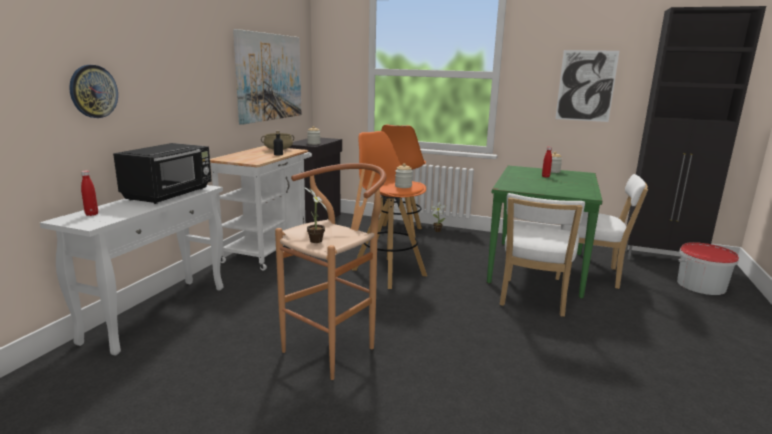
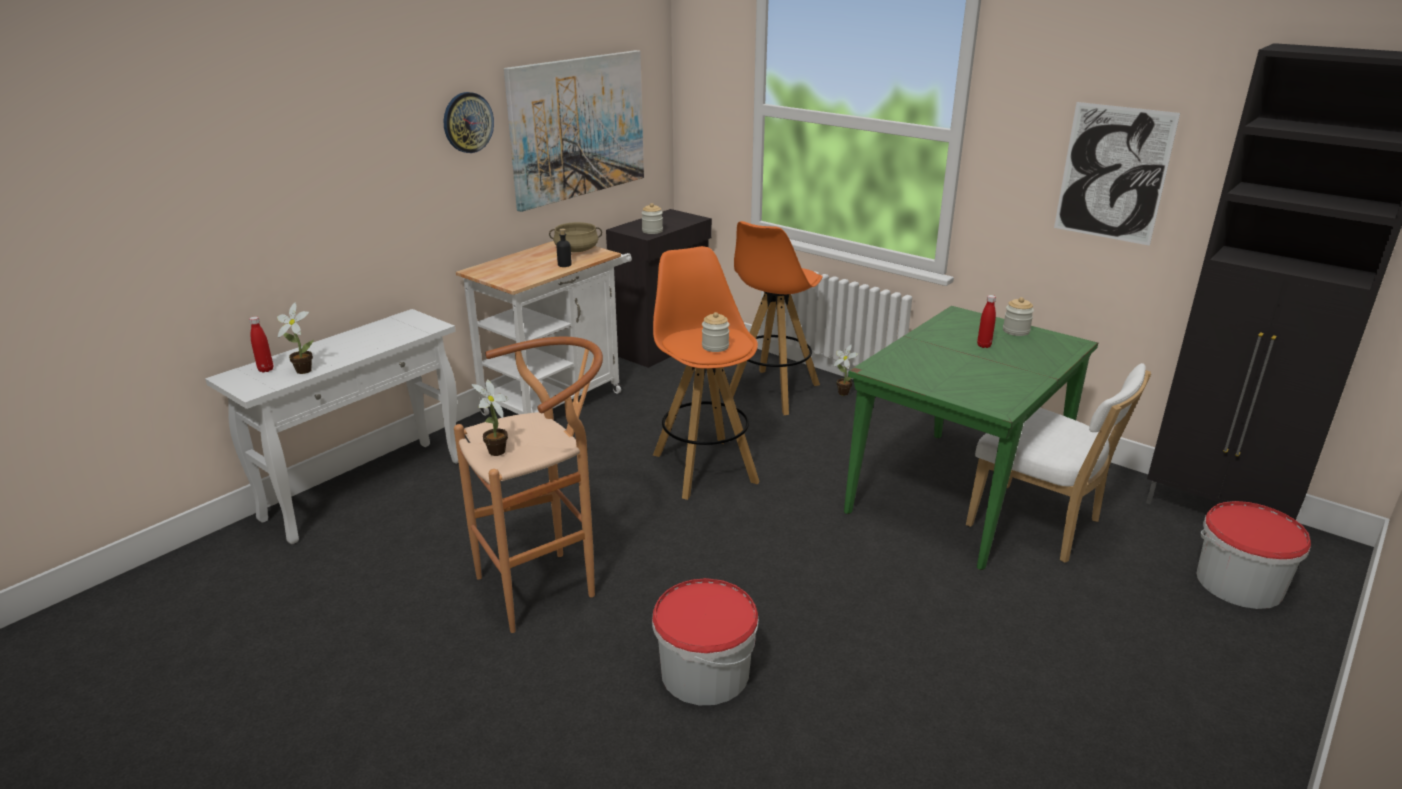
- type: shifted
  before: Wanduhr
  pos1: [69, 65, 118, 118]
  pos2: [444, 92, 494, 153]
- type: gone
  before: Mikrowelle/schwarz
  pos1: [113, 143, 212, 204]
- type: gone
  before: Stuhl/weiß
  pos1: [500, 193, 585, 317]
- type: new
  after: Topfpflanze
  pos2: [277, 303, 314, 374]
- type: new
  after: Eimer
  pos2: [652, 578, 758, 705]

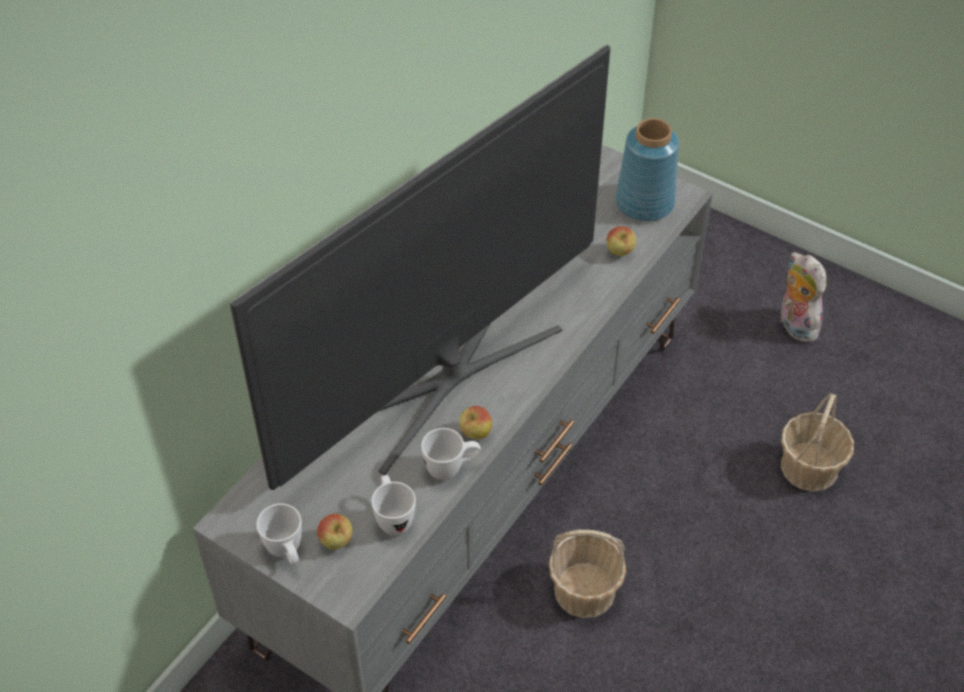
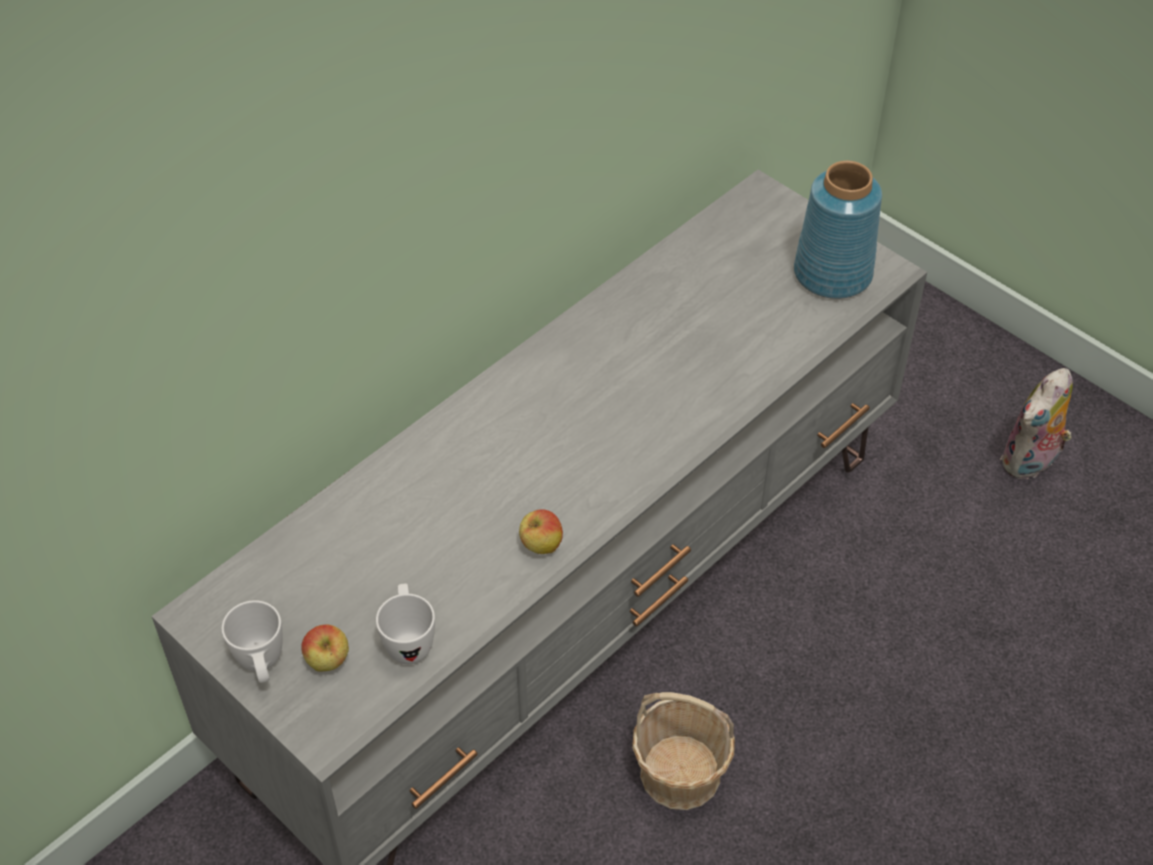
- type: gone
  before: Fernseher
  pos1: [230, 45, 610, 490]
- type: gone
  before: Apfel
  pos1: [607, 226, 636, 256]
- type: rotated
  before: Plüschtier
  pos1: [780, 252, 827, 342]
  pos2: [1000, 368, 1073, 479]
  turn: -120
- type: gone
  before: Korb
  pos1: [781, 393, 854, 492]
- type: gone
  before: Henkelbecher/weiß
  pos1: [421, 428, 481, 480]

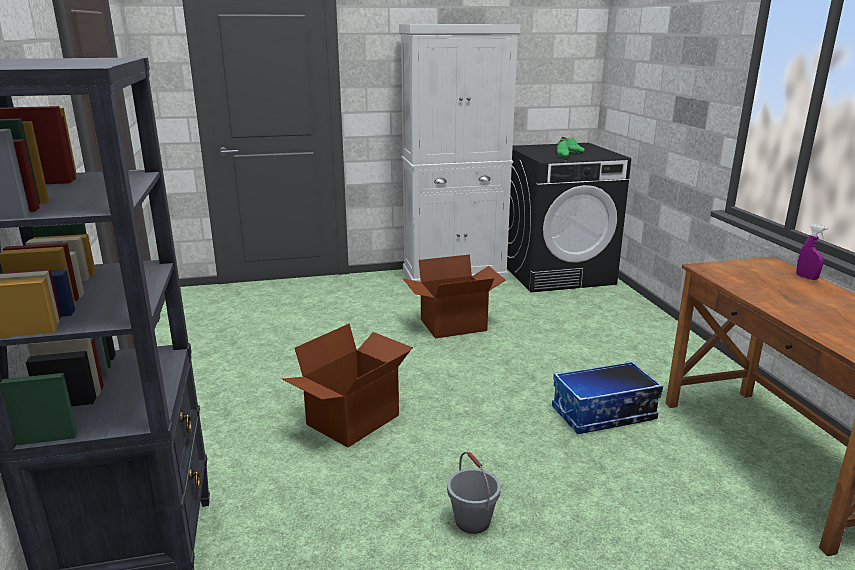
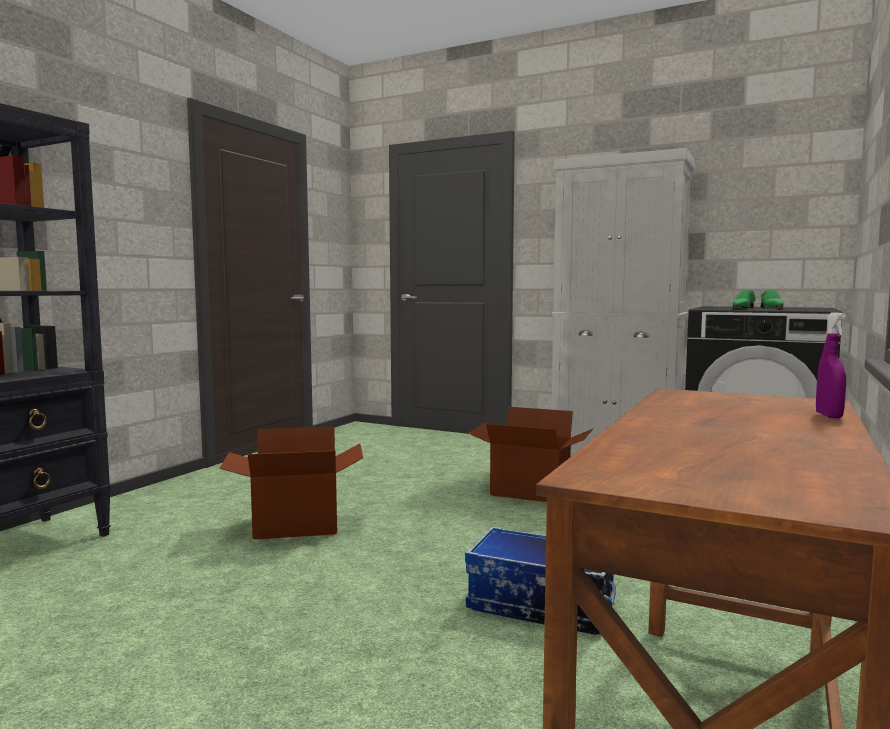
- type: gone
  before: Eimer/grau
  pos1: [447, 451, 501, 534]

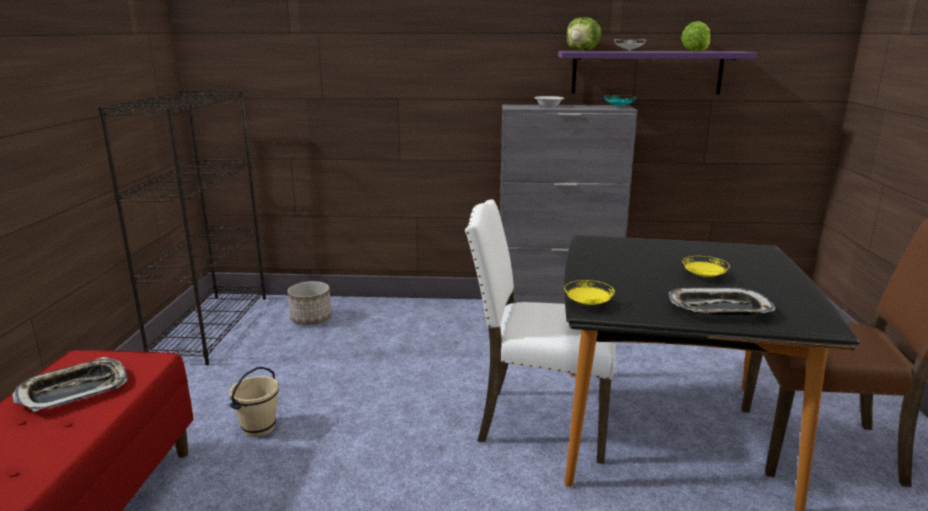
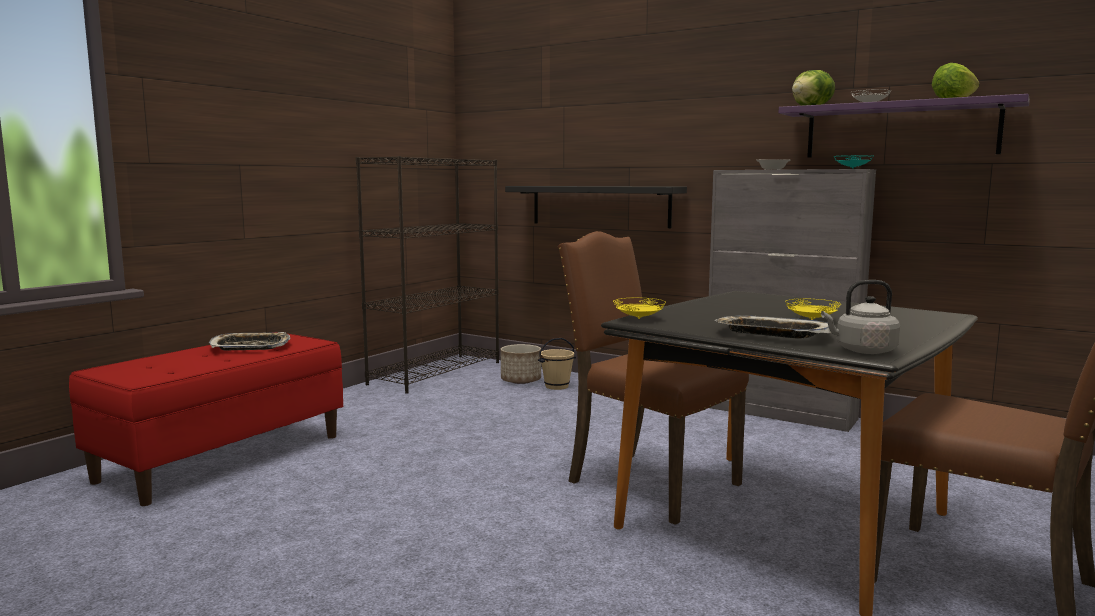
- type: repainted
  before: Stuhl/weiß
  after: Stuhl/braun
  pos1: [465, 199, 616, 464]
  pos2: [558, 231, 749, 525]
- type: shifted
  before: Eimer/beige
  pos1: [229, 367, 279, 437]
  pos2: [538, 338, 576, 390]
- type: new
  after: Wandregal/schwarz
  pos2: [505, 186, 687, 228]
- type: new
  after: Wasserkessel/grau
  pos2: [821, 280, 900, 354]

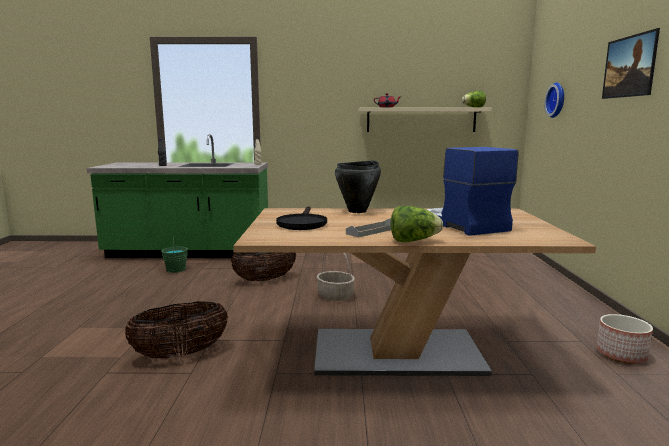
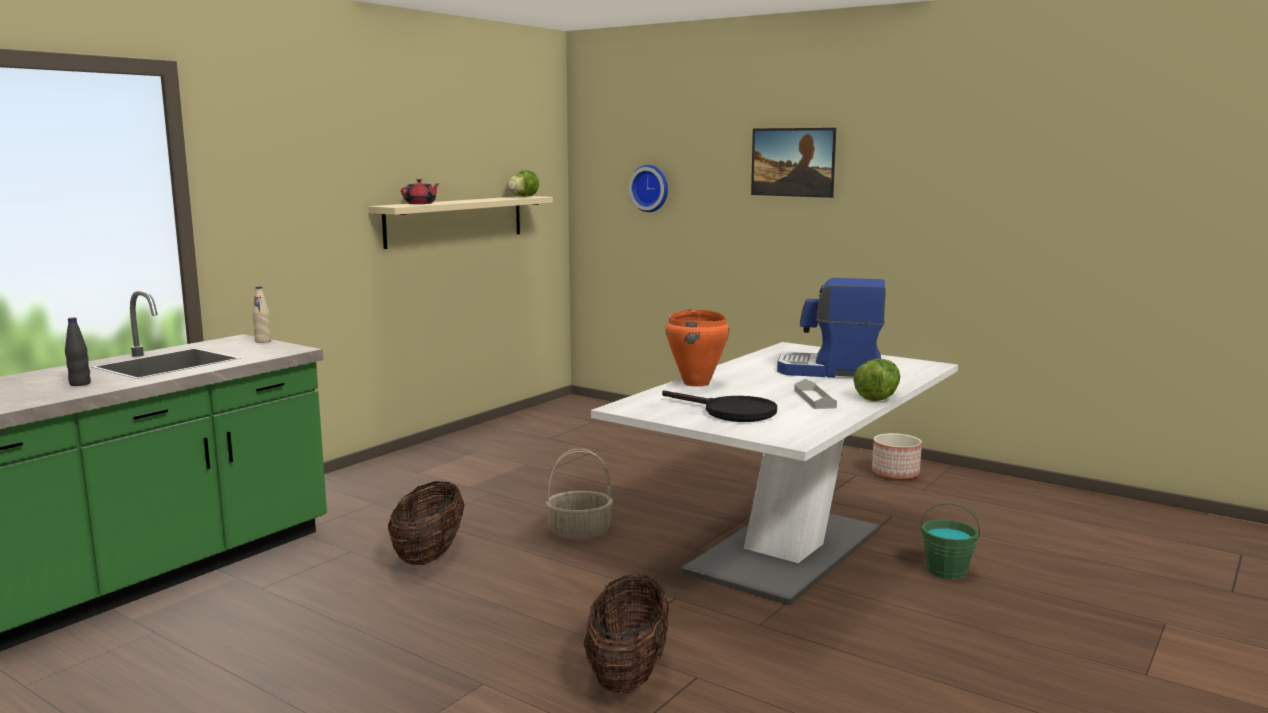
- type: repainted
  before: Kochtopf/schwarz
  after: Kochtopf/orange
  pos1: [335, 161, 381, 213]
  pos2: [665, 309, 729, 387]
- type: repainted
  before: Esstisch/braun
  after: Esstisch/weiß
  pos1: [233, 208, 596, 376]
  pos2: [591, 342, 958, 606]
- type: shifted
  before: Eimer/grün
  pos1: [161, 237, 188, 273]
  pos2: [921, 503, 980, 579]

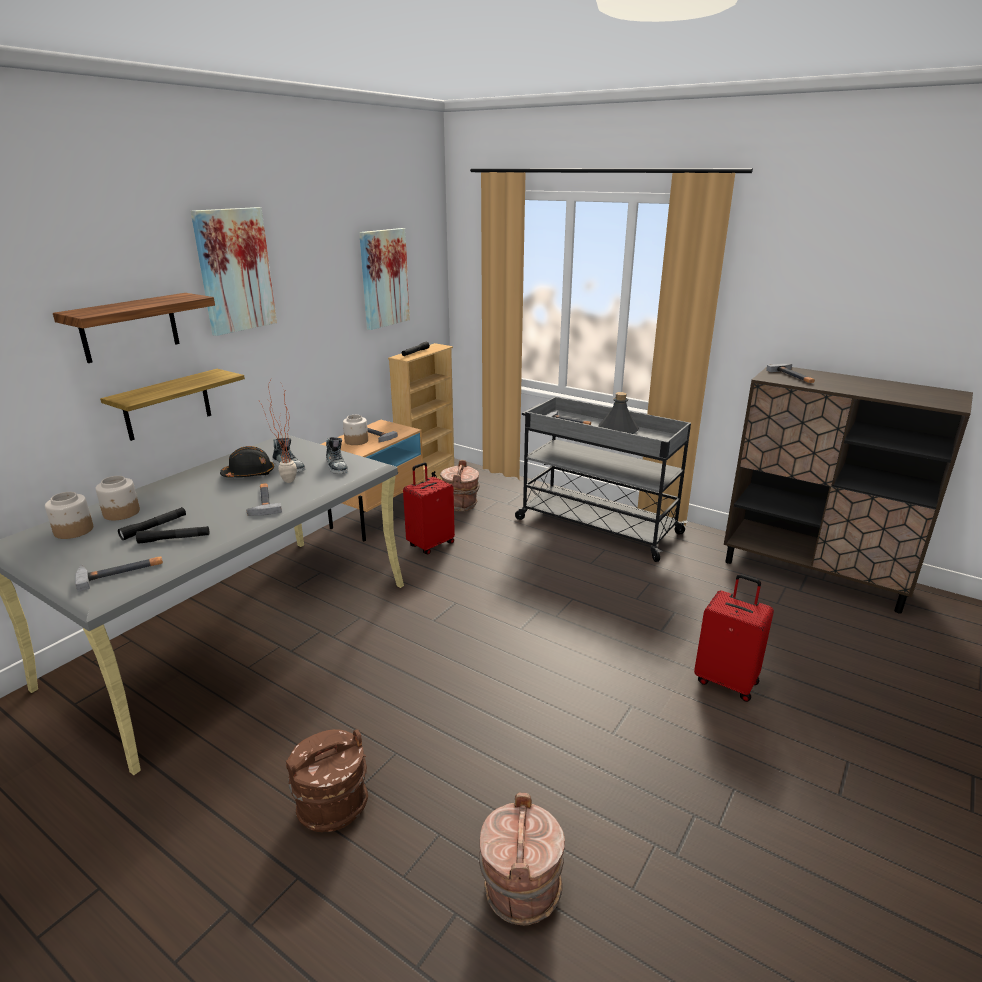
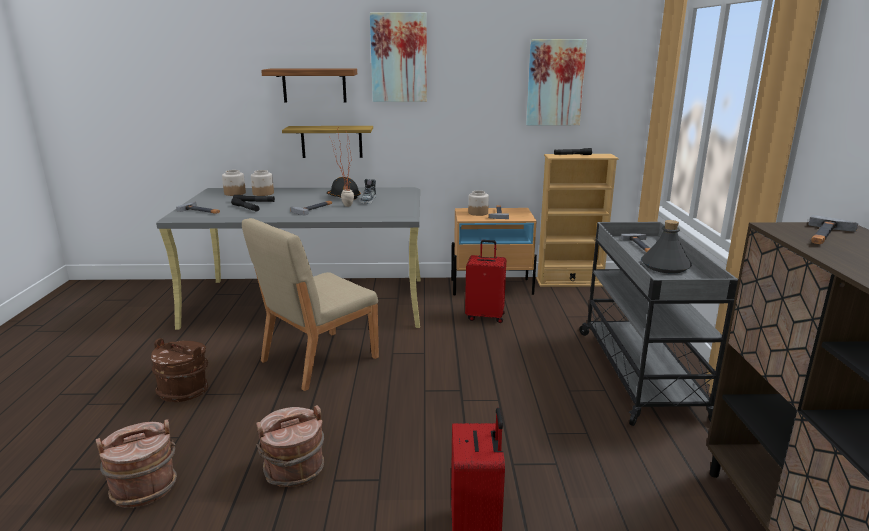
- type: gone
  before: Schuh
  pos1: [326, 437, 348, 474]
- type: shifted
  before: Eimer/braun
  pos1: [440, 460, 479, 512]
  pos2: [256, 405, 324, 487]
- type: new
  after: Stuhl/beige
  pos2: [242, 218, 379, 391]

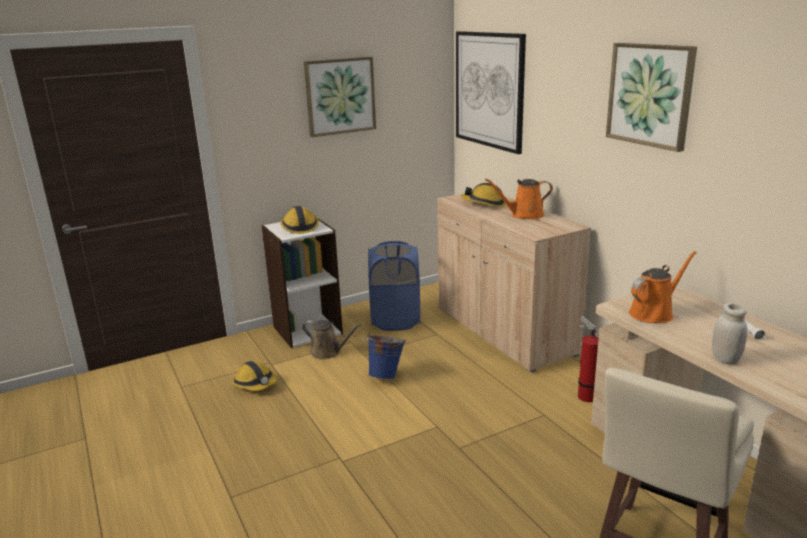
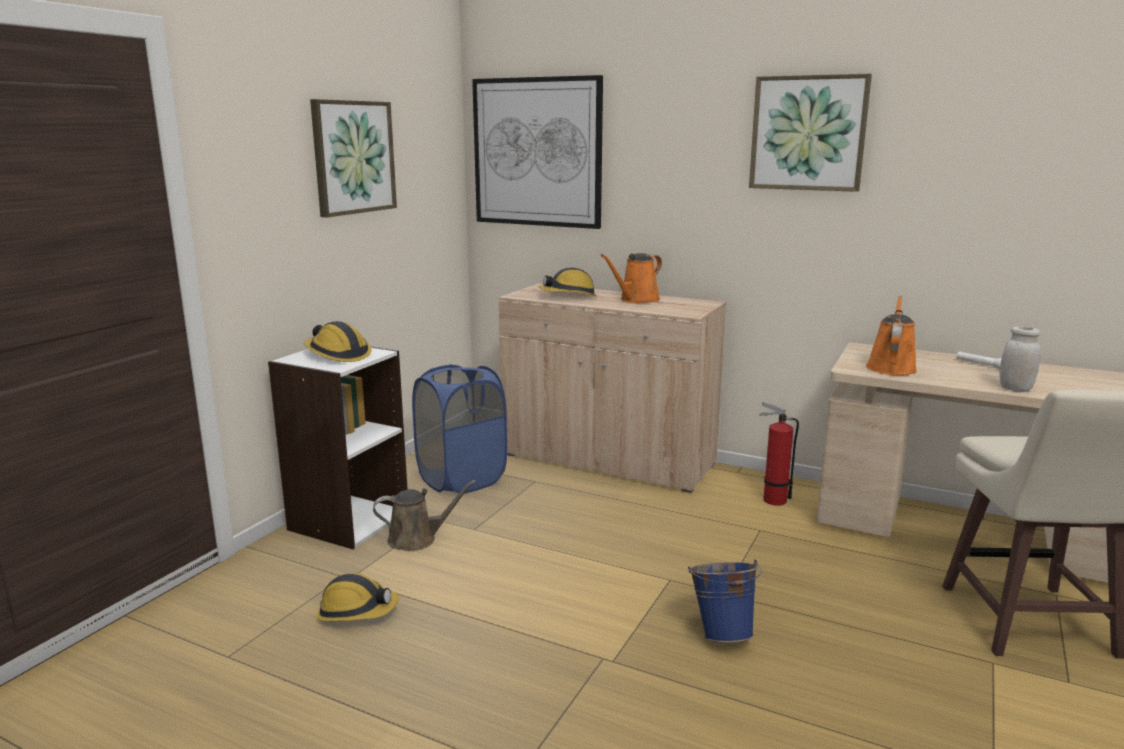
- type: shifted
  before: Eimer/blau
  pos1: [365, 333, 406, 380]
  pos2: [688, 560, 761, 642]

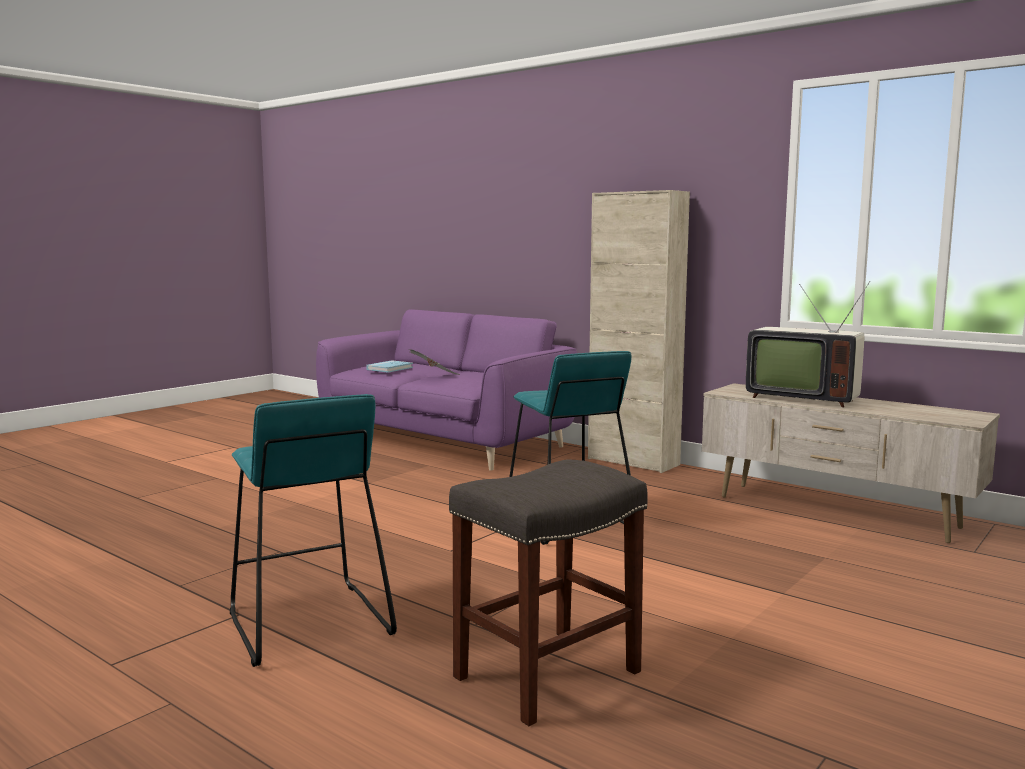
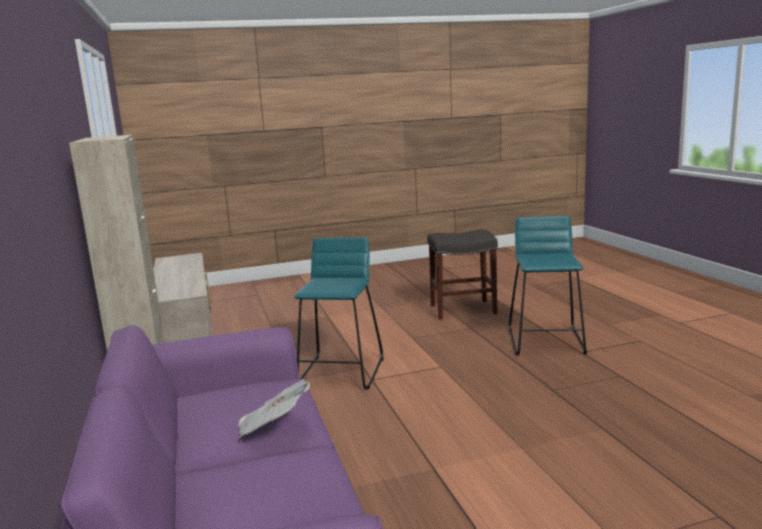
- type: gone
  before: Fernseher
  pos1: [746, 281, 871, 407]
- type: gone
  before: Buch/blau
  pos1: [366, 360, 413, 373]

